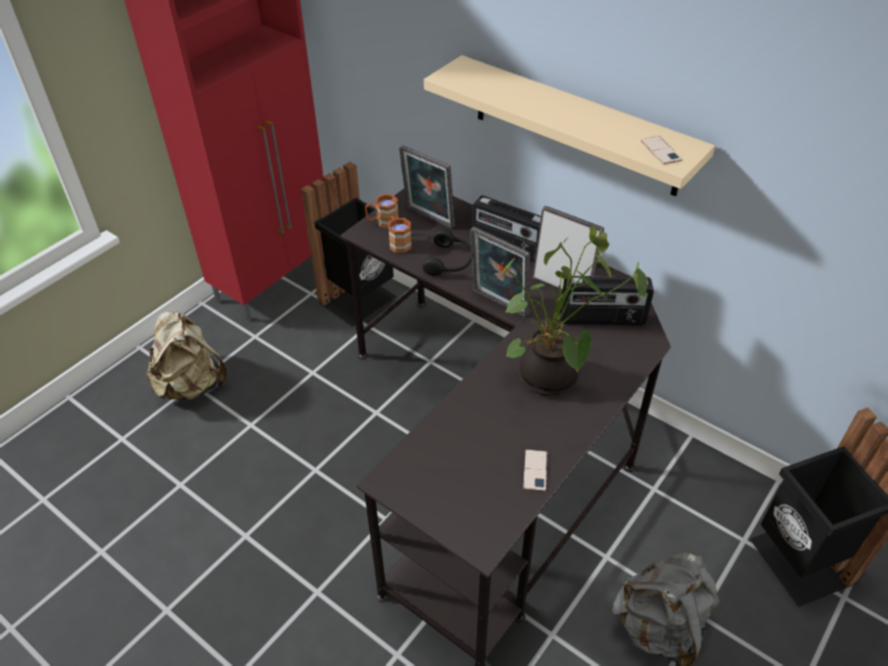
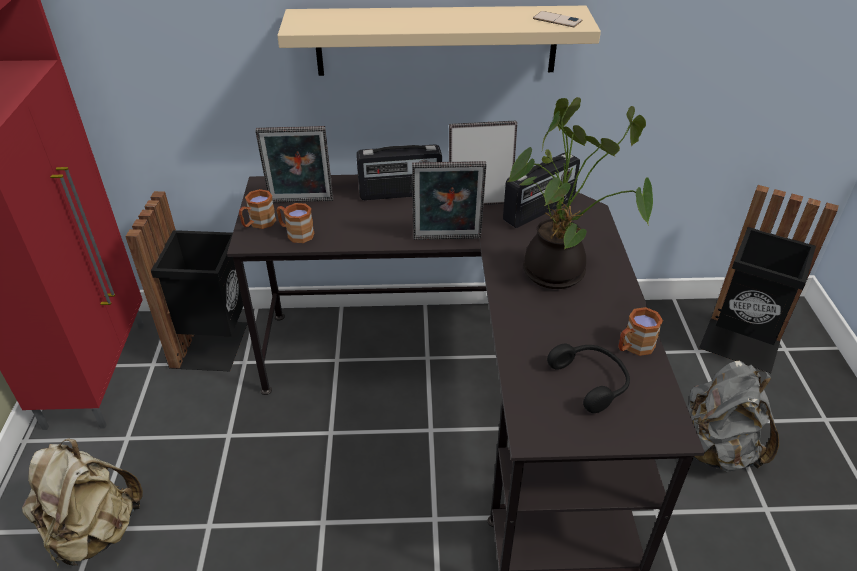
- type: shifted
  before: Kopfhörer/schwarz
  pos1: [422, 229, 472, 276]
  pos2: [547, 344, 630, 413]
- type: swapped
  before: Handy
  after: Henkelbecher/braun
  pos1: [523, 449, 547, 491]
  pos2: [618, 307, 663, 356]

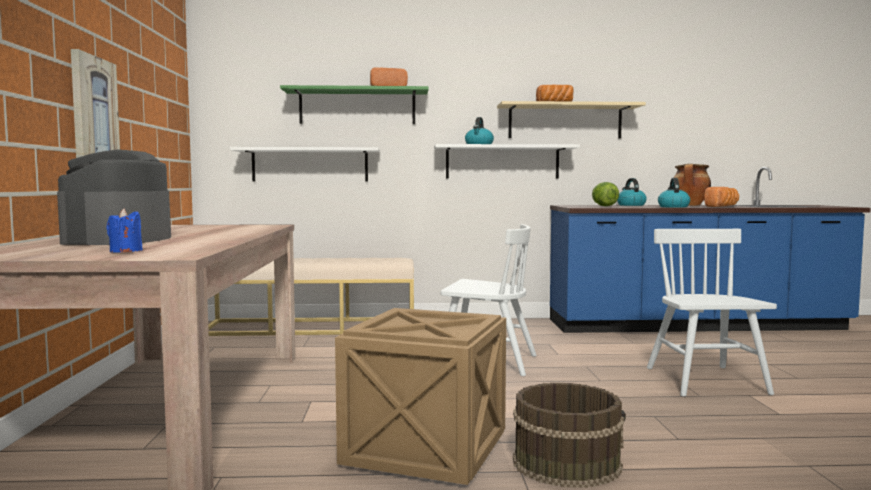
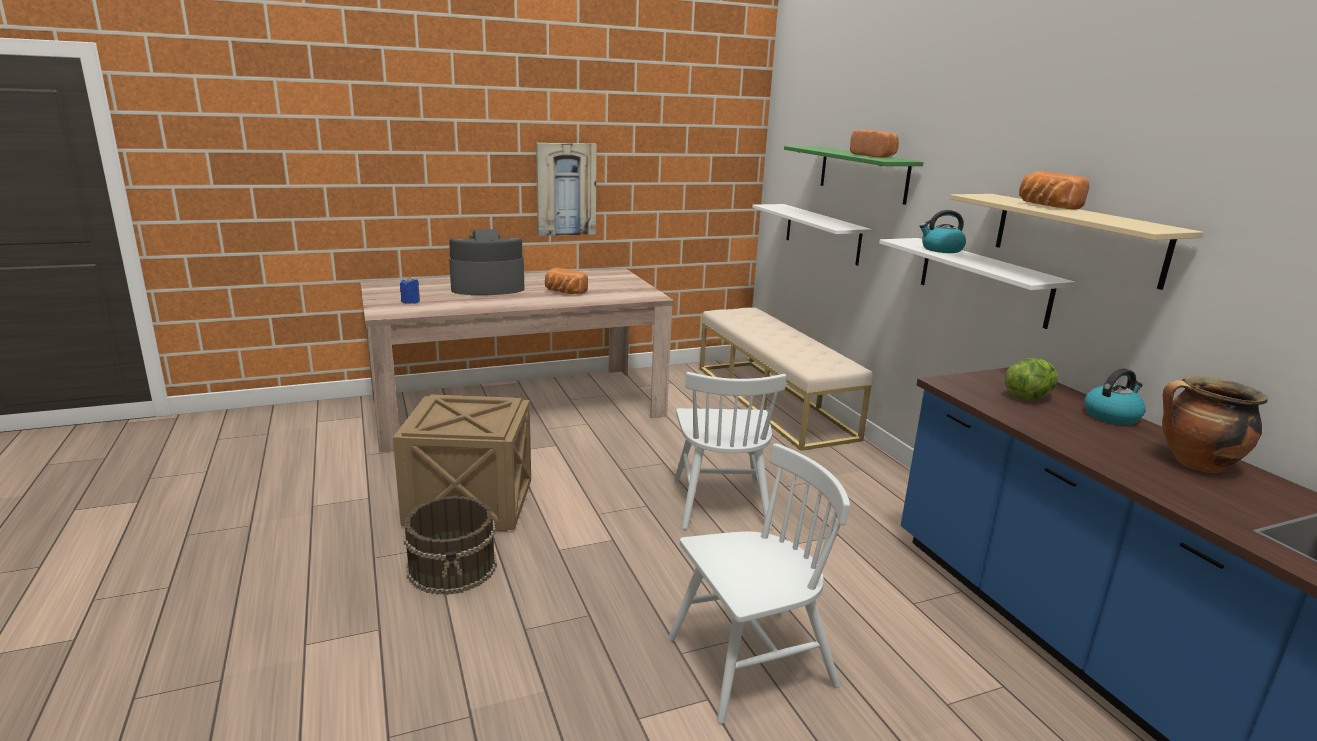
- type: gone
  before: Wasserkessel
  pos1: [658, 178, 690, 208]
- type: shifted
  before: Brot
  pos1: [704, 187, 739, 207]
  pos2: [545, 268, 588, 294]

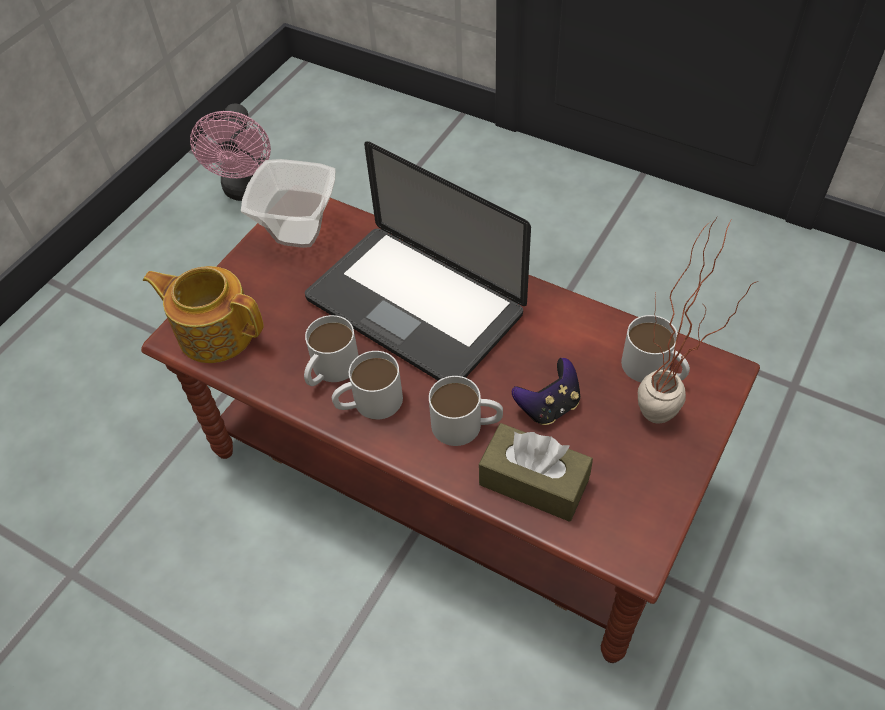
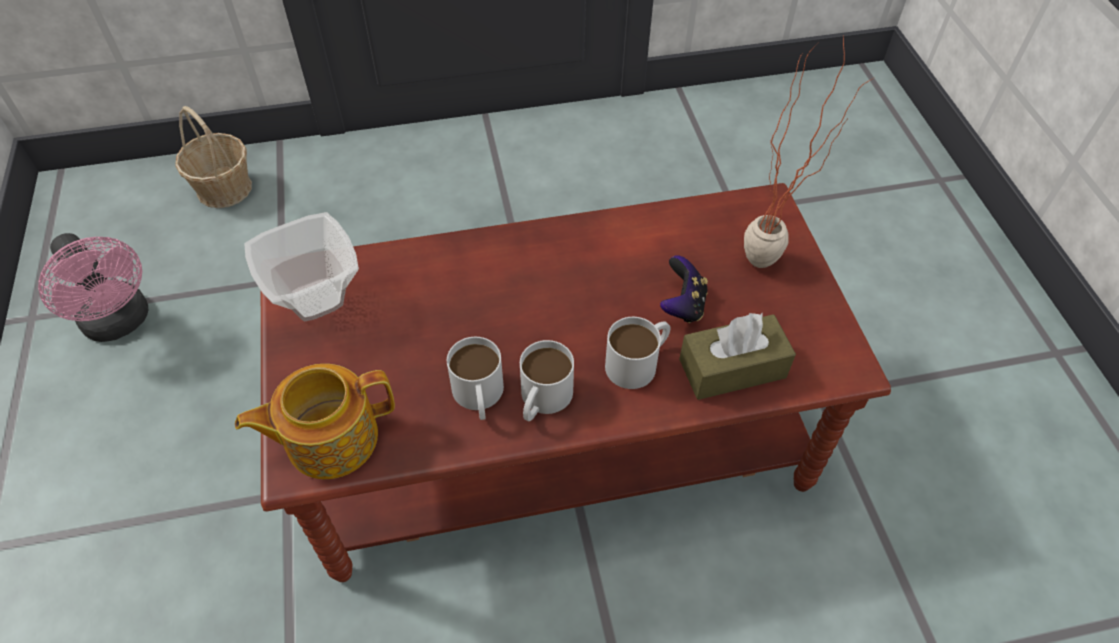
- type: gone
  before: Laptop
  pos1: [305, 141, 531, 381]
- type: gone
  before: Henkelbecher/weiß
  pos1: [621, 315, 690, 382]
- type: new
  after: Korb
  pos2: [175, 106, 252, 208]

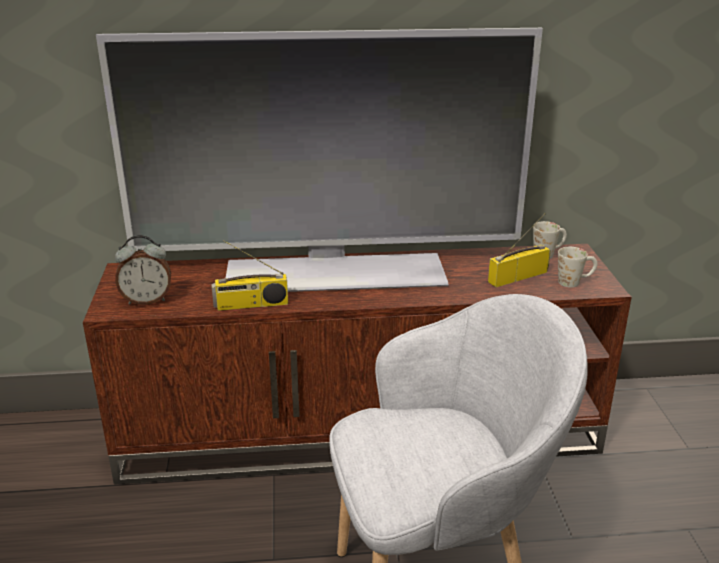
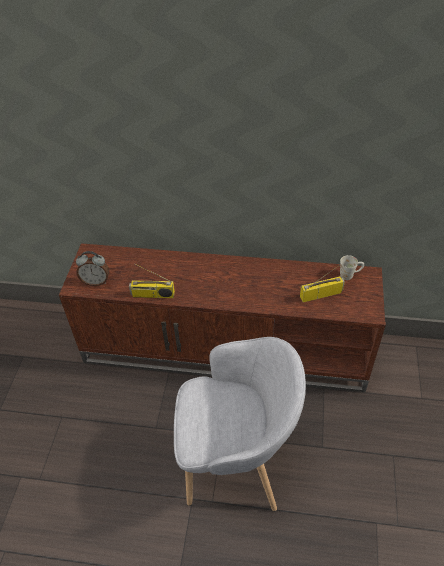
- type: gone
  before: Fernseher
  pos1: [96, 28, 543, 292]
- type: gone
  before: Henkelbecher/weiß
  pos1: [558, 247, 598, 288]

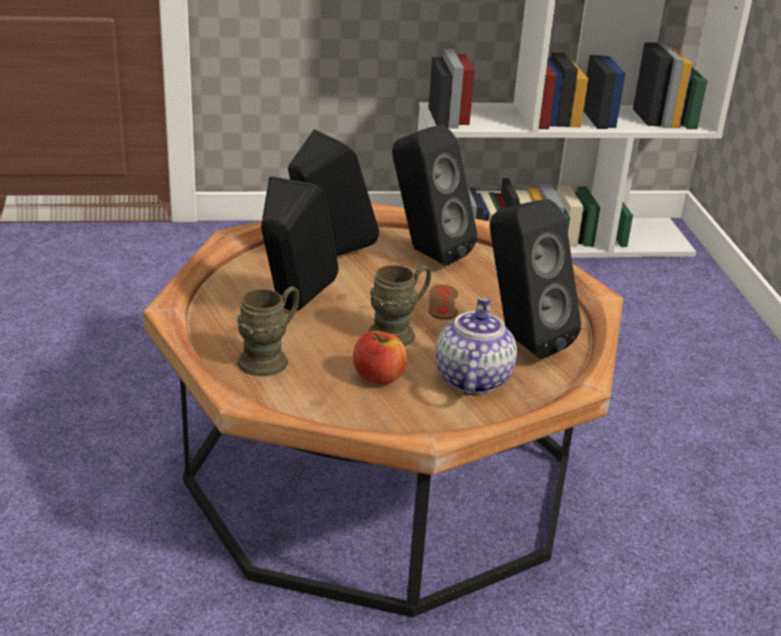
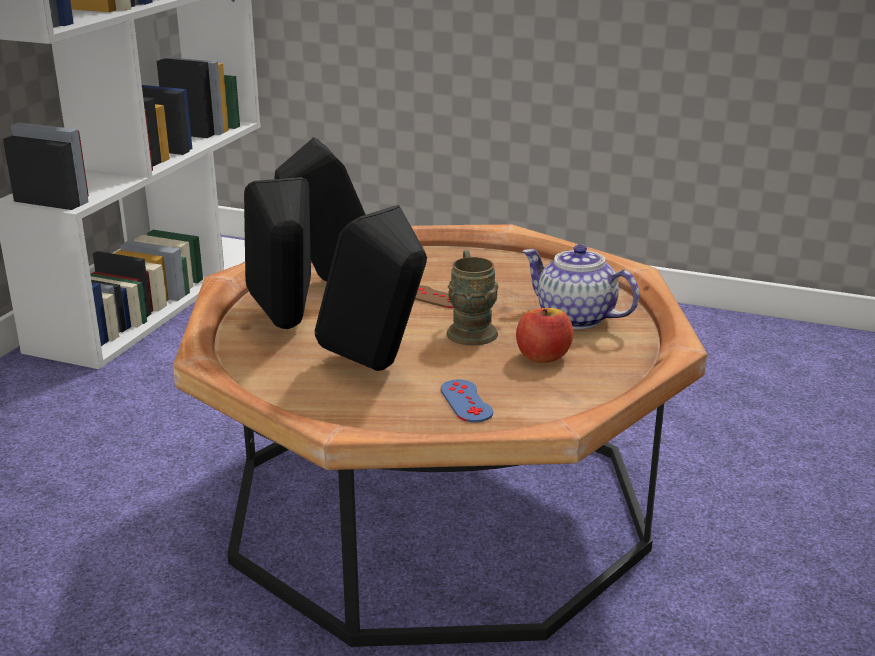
- type: gone
  before: Lautsprecher/schwarz
  pos1: [490, 199, 581, 359]
- type: swapped
  before: Henkelbecher/braun
  after: Gamepad/blau
  pos1: [237, 286, 299, 376]
  pos2: [440, 380, 493, 423]

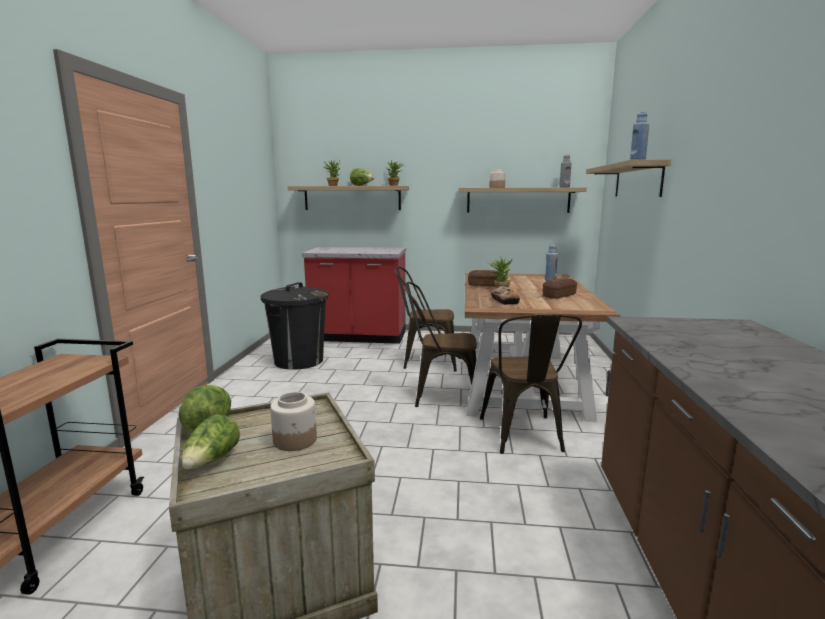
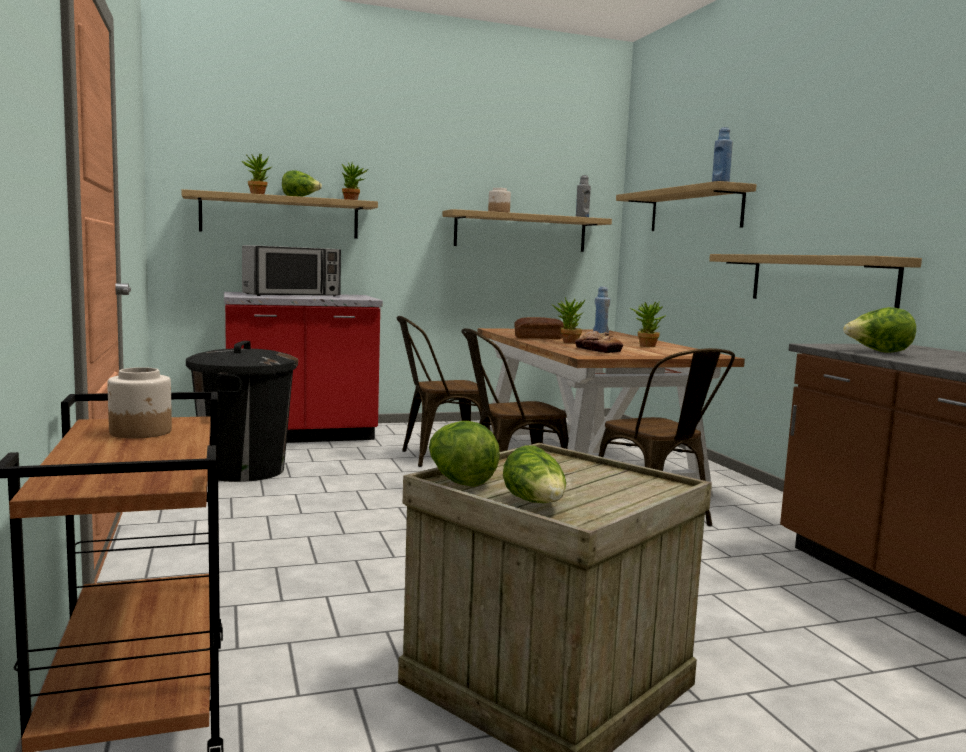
- type: swapped
  before: Brot
  after: Topfpflanze
  pos1: [543, 278, 577, 299]
  pos2: [630, 302, 666, 347]
- type: shifted
  before: Vorratsglas
  pos1: [270, 392, 317, 451]
  pos2: [107, 367, 172, 438]
- type: new
  after: Mikrowelle
  pos2: [242, 245, 341, 296]
- type: new
  after: Wandregal
  pos2: [709, 254, 922, 308]
- type: new
  after: Salatkopf
  pos2: [843, 307, 916, 353]

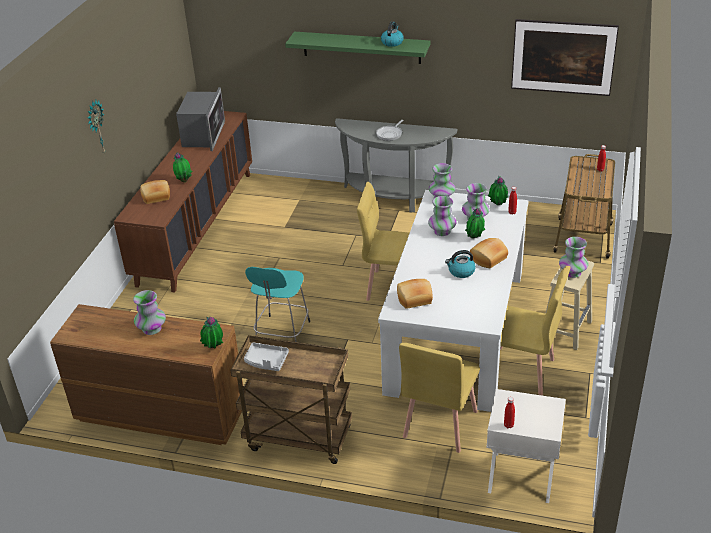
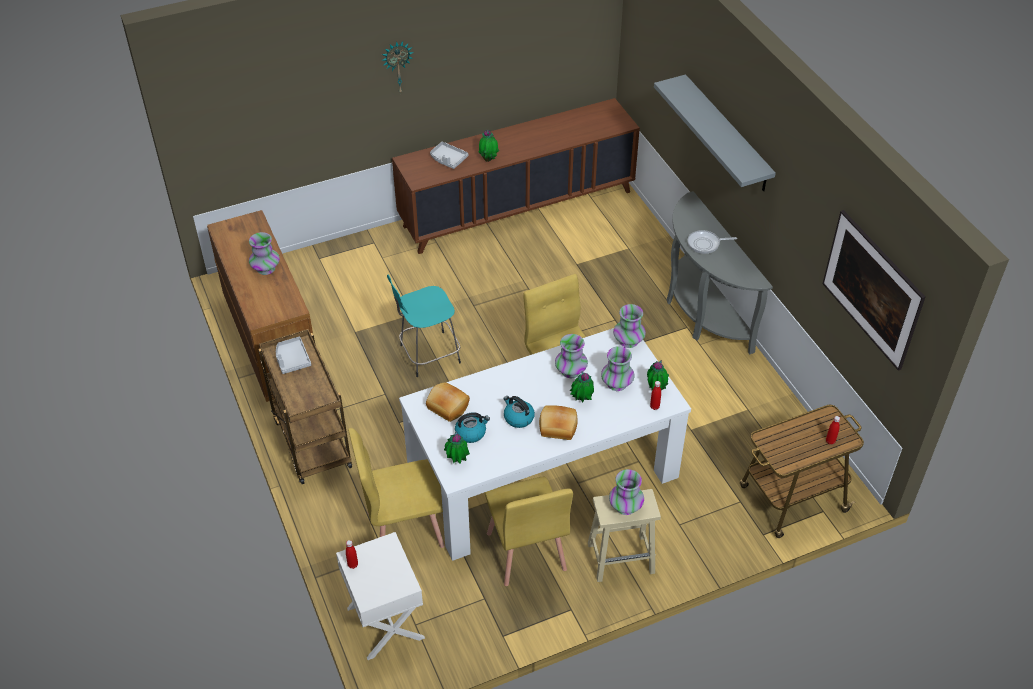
- type: shifted
  before: Wasserkessel
  pos1: [381, 22, 404, 47]
  pos2: [455, 412, 490, 443]
- type: repainted
  before: Wandregal/grün
  after: Wandregal/grau
  pos1: [285, 32, 430, 64]
  pos2: [654, 74, 776, 191]
- type: gone
  before: Mikrowelle
  pos1: [176, 87, 225, 151]
- type: swapped
  before: Brot
  after: Tablett/grau
  pos1: [140, 180, 170, 204]
  pos2: [430, 141, 469, 169]
- type: shifted
  before: Topfpflanze
  pos1: [200, 316, 223, 349]
  pos2: [444, 432, 470, 464]

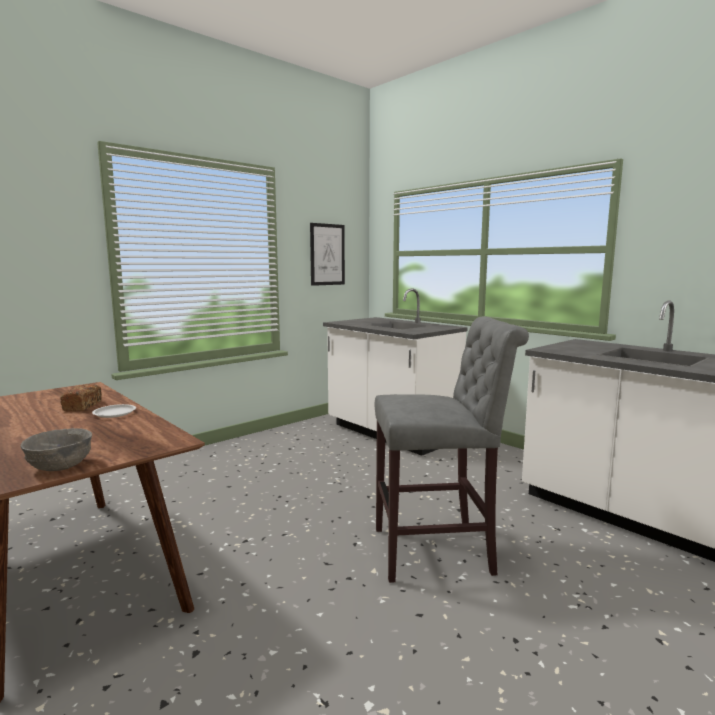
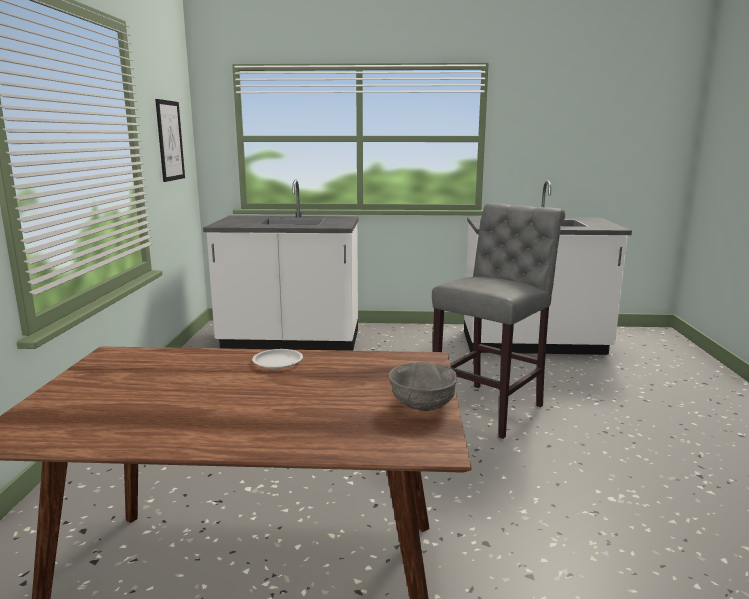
- type: gone
  before: Brot
  pos1: [60, 384, 102, 412]

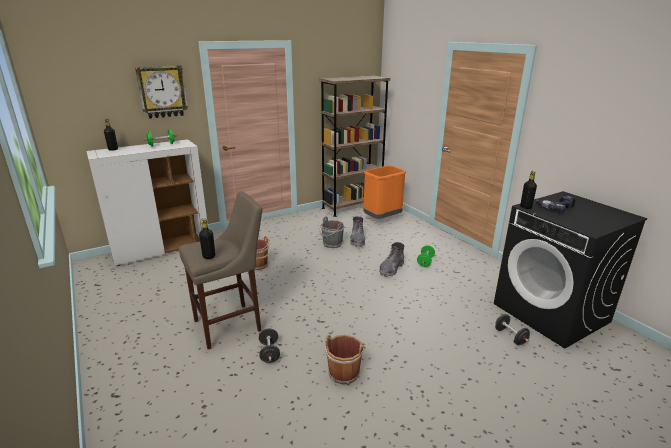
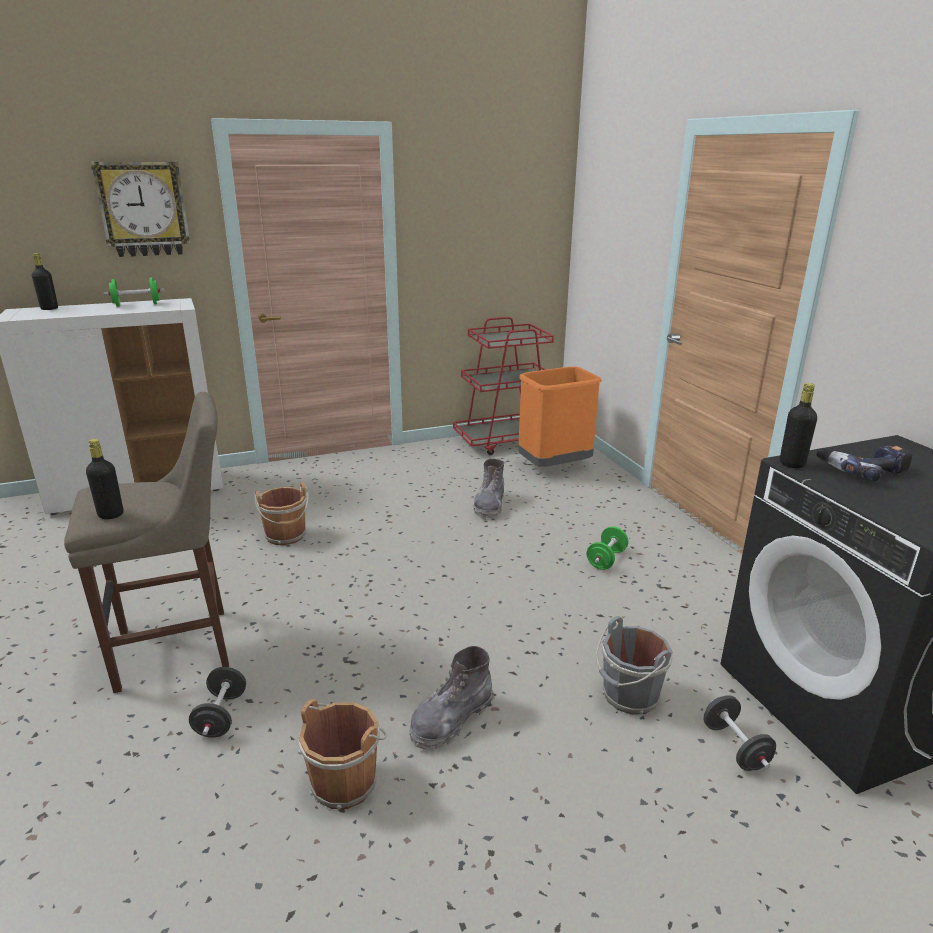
- type: swapped
  before: Bücherregal/braun
  after: Rollwagen/rot
  pos1: [320, 75, 390, 217]
  pos2: [453, 317, 554, 455]
- type: shifted
  before: Eimer/grau
  pos1: [319, 217, 345, 248]
  pos2: [596, 616, 673, 715]
- type: shifted
  before: Stiefel/grau
  pos1: [379, 242, 404, 277]
  pos2: [409, 646, 493, 749]

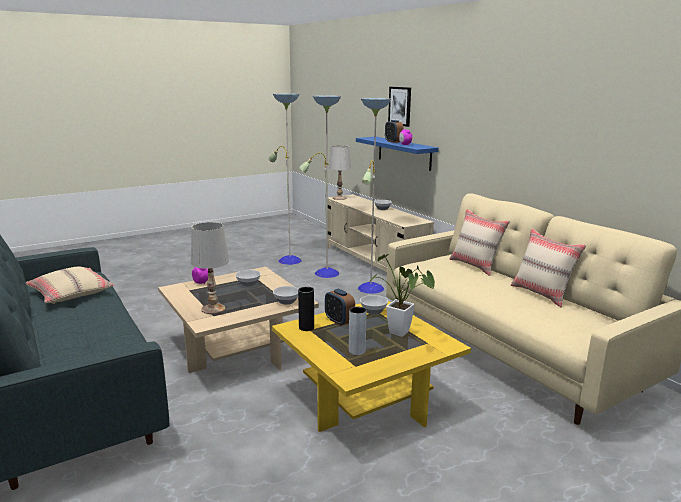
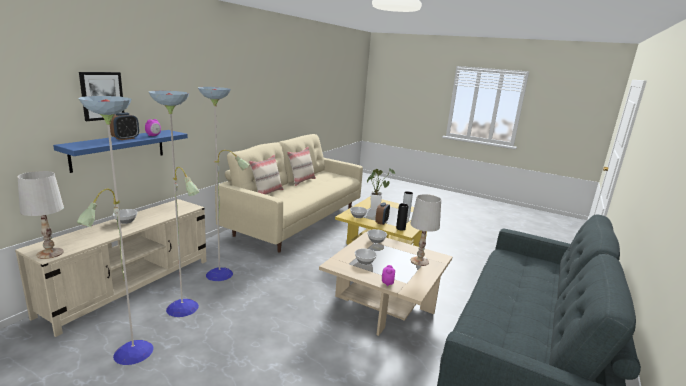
- type: gone
  before: Kissen/beige
  pos1: [26, 267, 114, 304]

